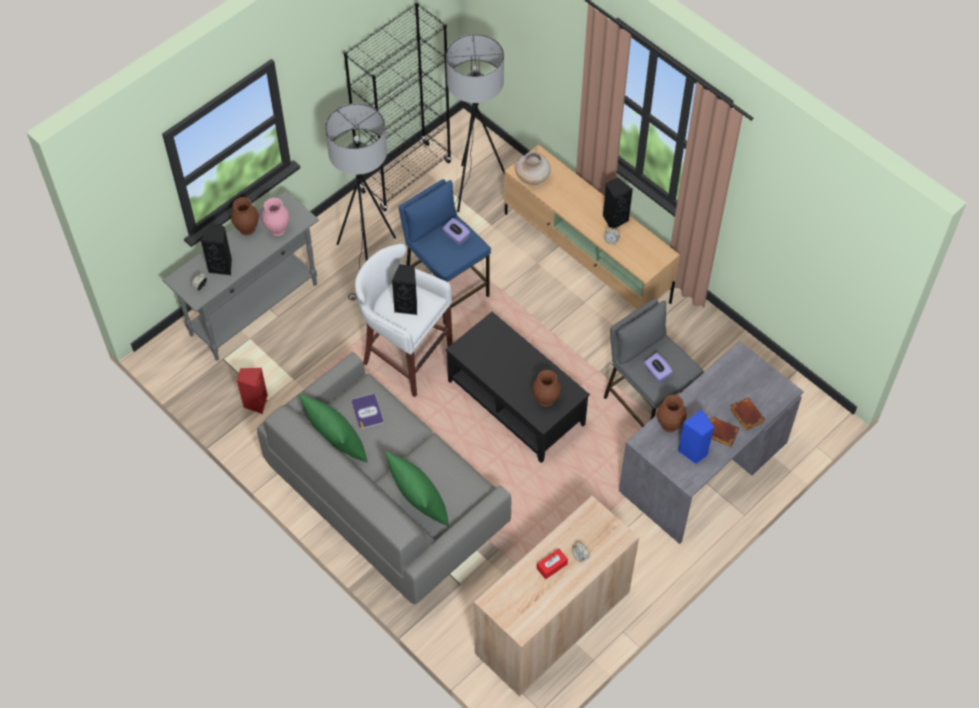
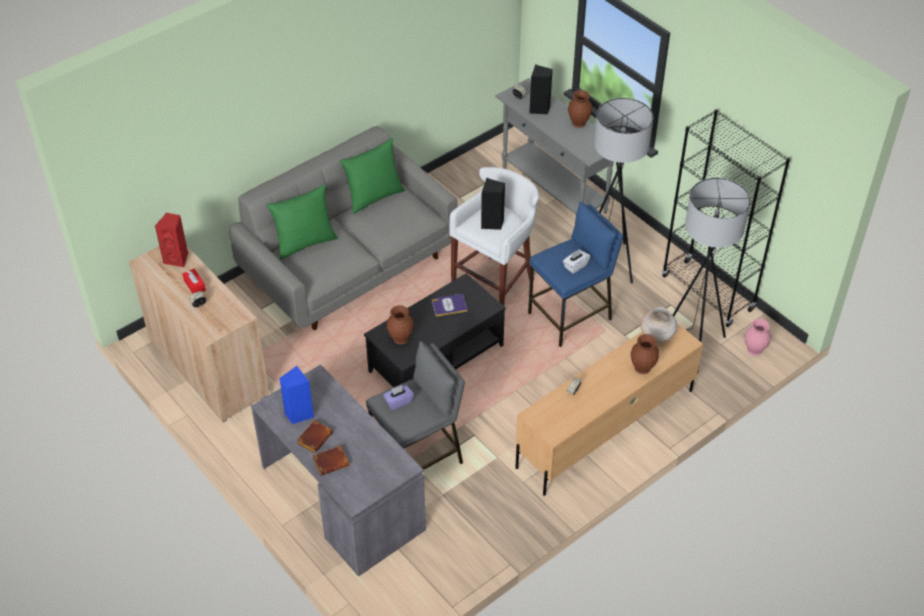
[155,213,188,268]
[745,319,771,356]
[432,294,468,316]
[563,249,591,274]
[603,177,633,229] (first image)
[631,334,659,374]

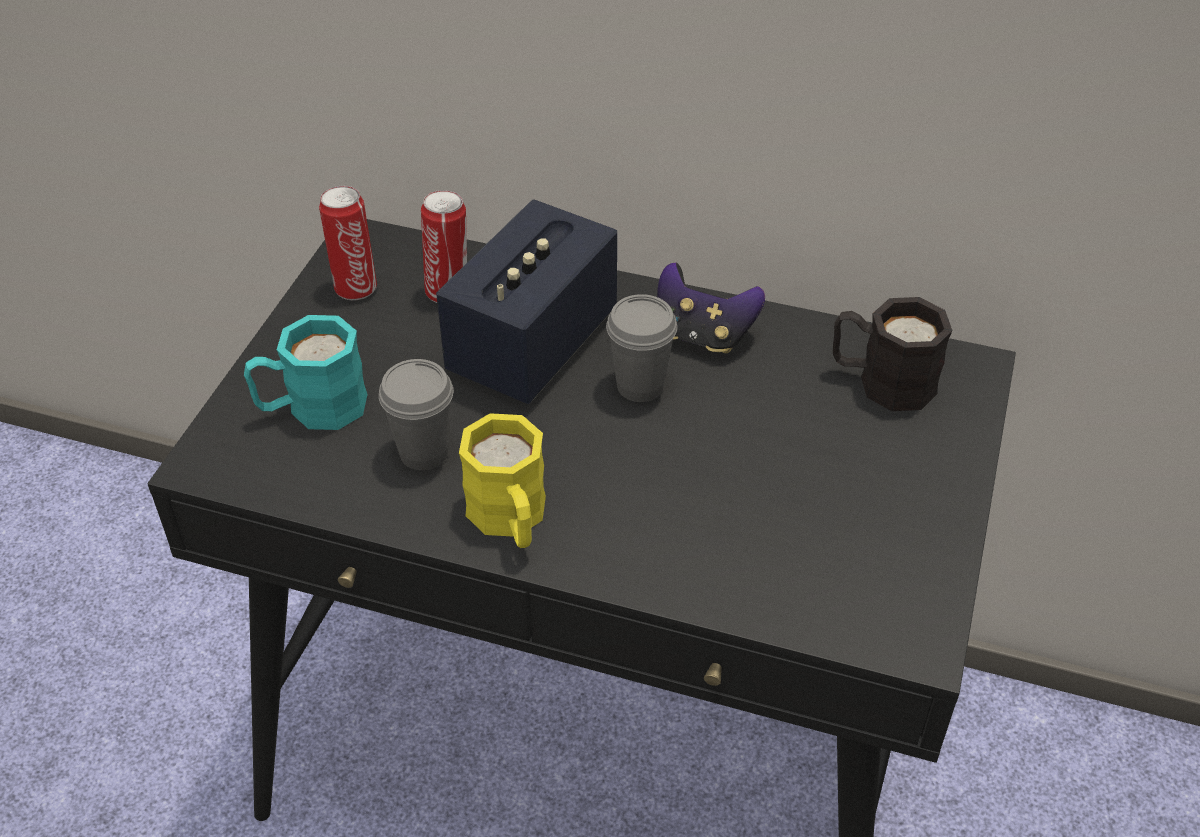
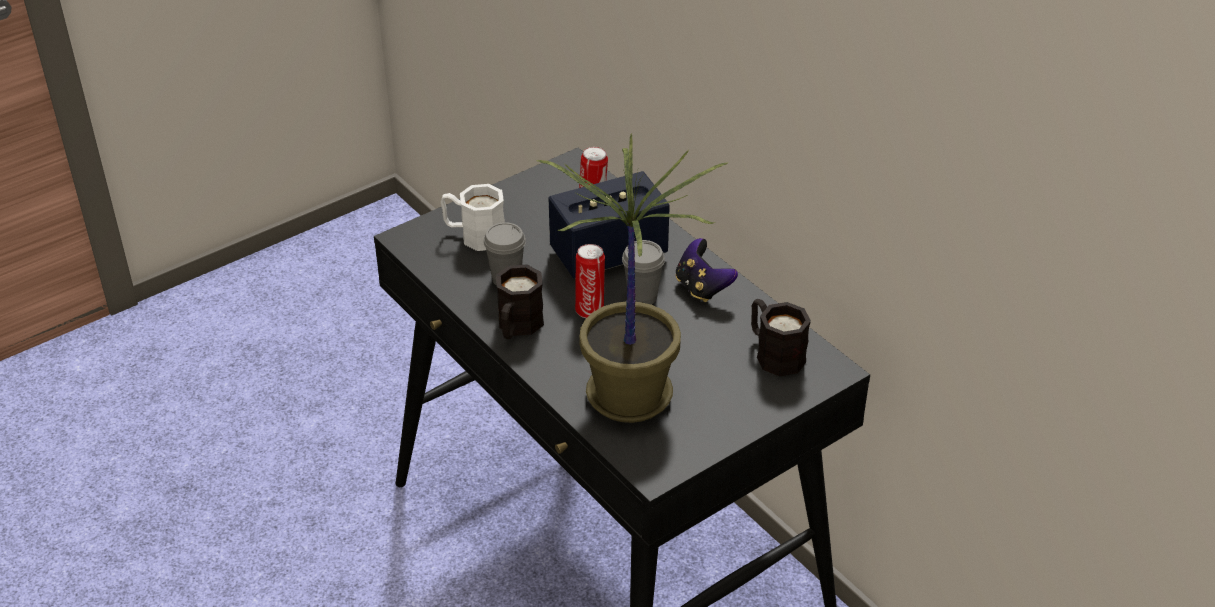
[441,184,505,251]
[575,244,605,318]
[496,265,544,339]
[537,134,729,423]

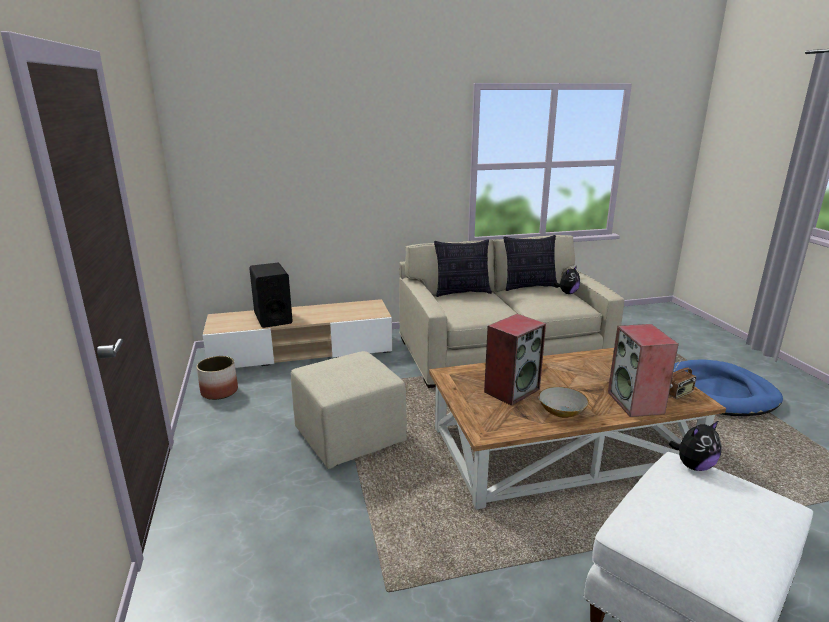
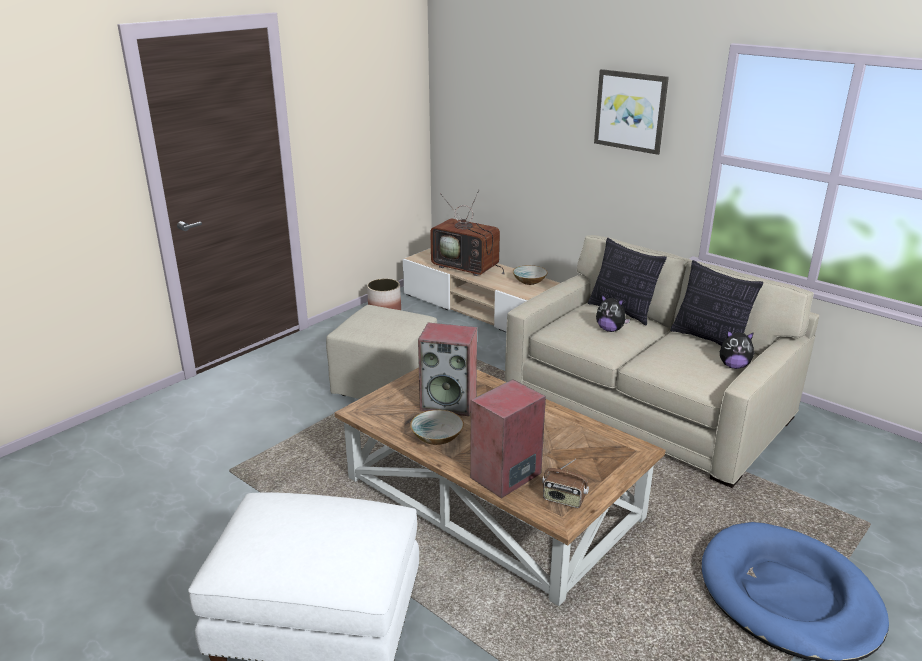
[430,191,505,276]
[596,295,630,332]
[513,265,548,285]
[594,69,669,155]

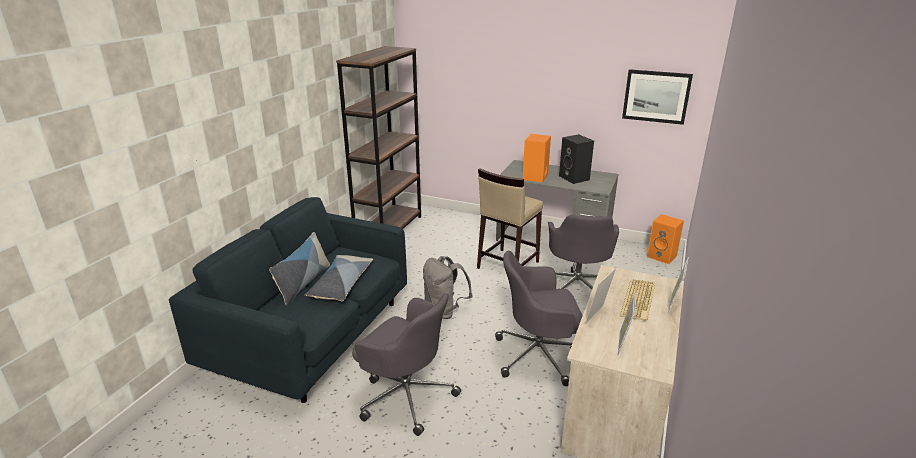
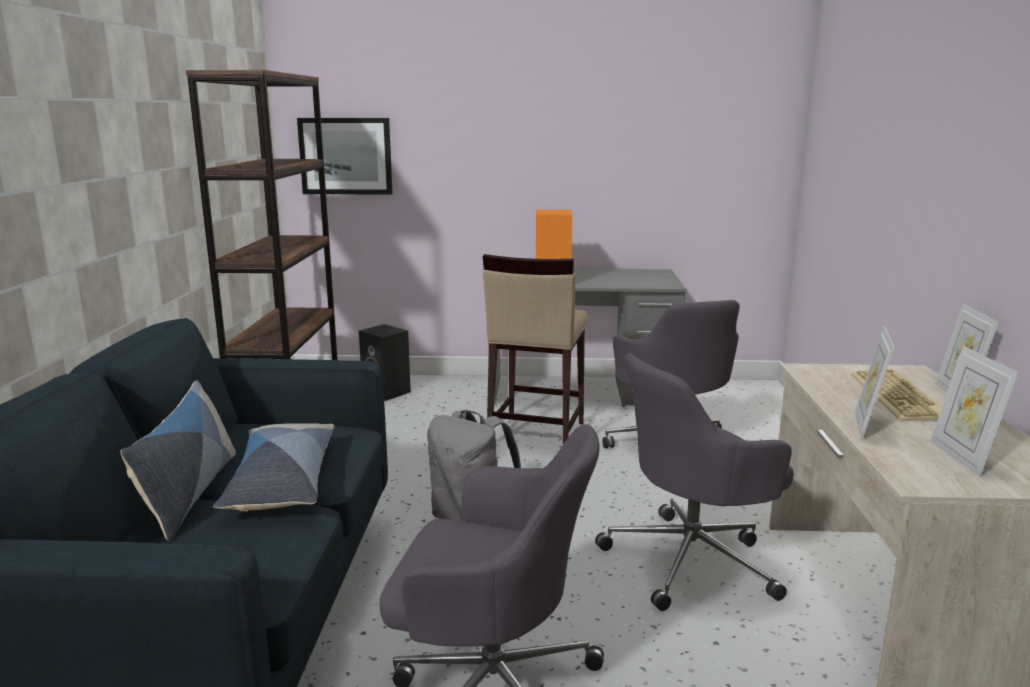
[359,324,411,401]
[297,118,393,195]
[647,214,684,264] (first image)

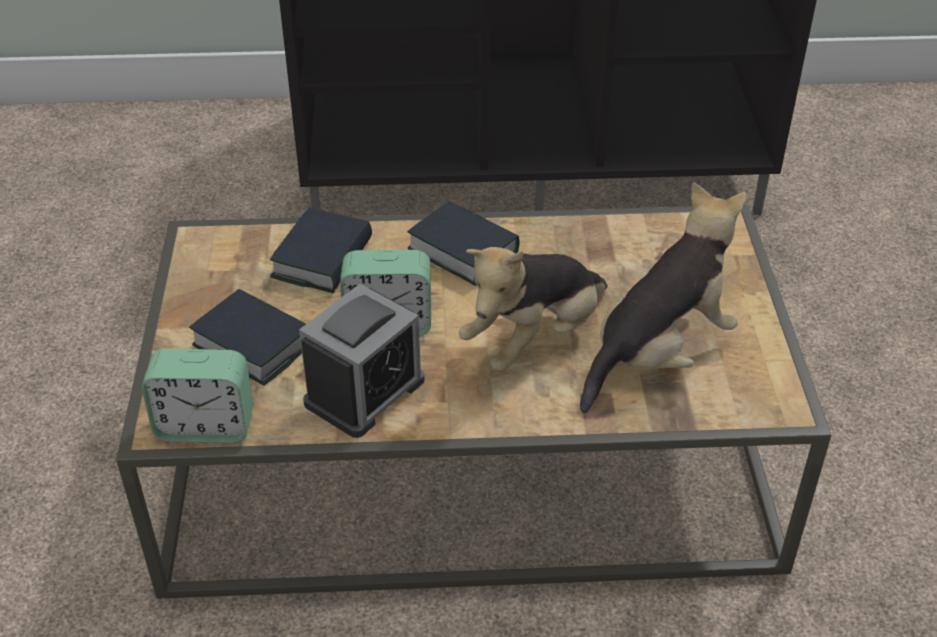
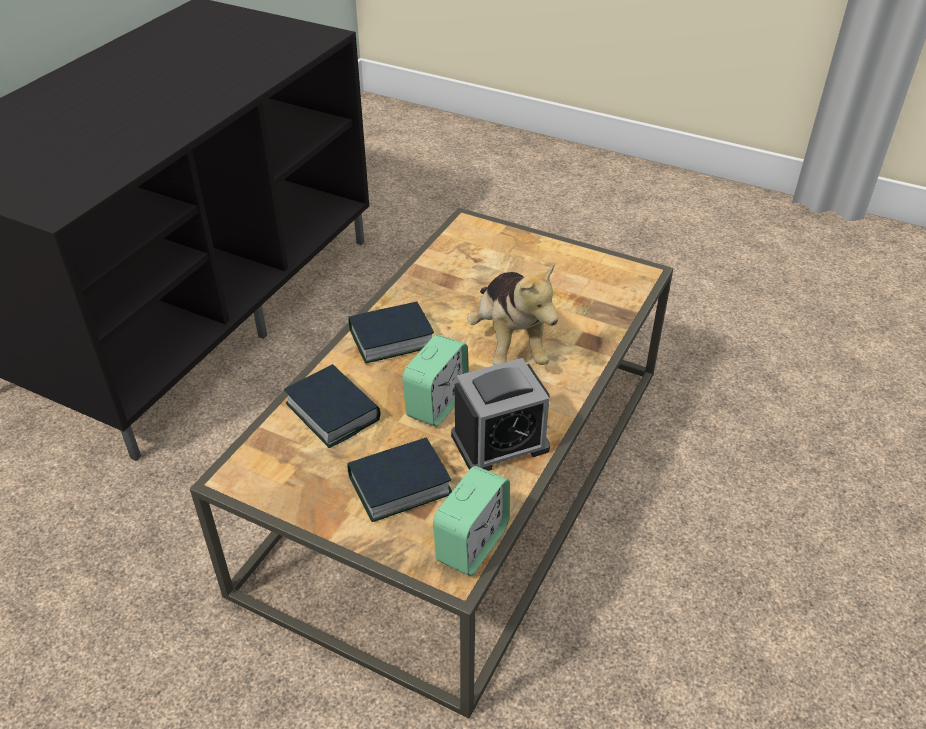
[451,358,550,471]
[580,182,746,413] (first image)

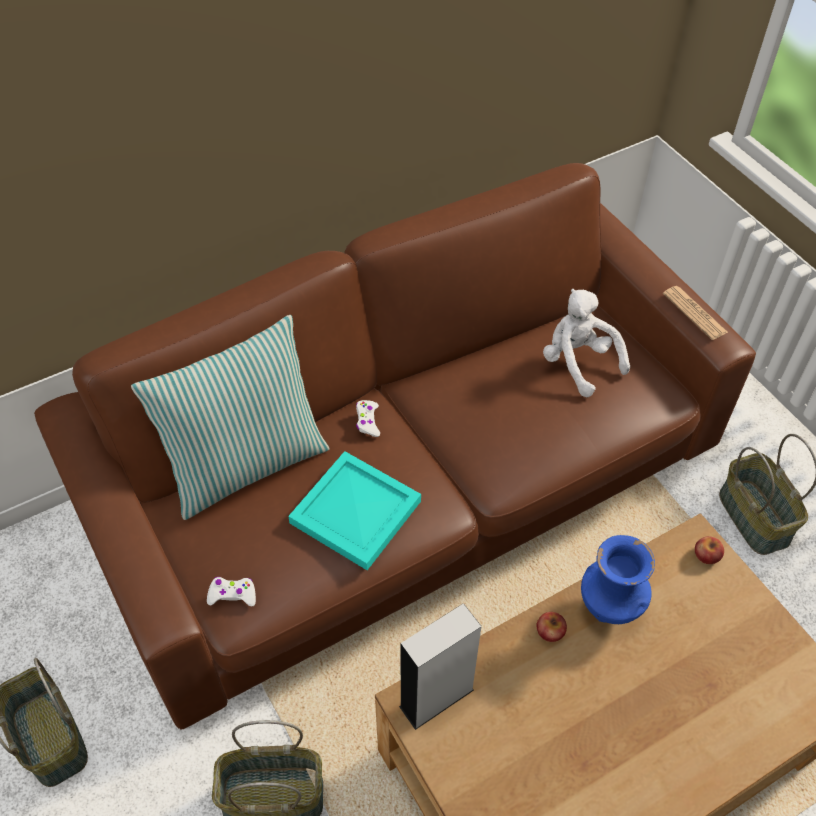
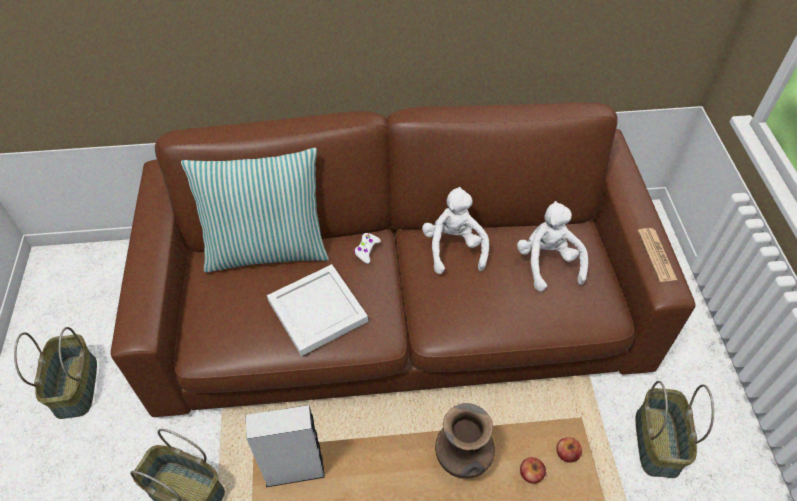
[207,577,256,606] (first image)
[267,264,368,356]
[520,457,546,484]
[435,403,495,479]
[422,187,489,274]

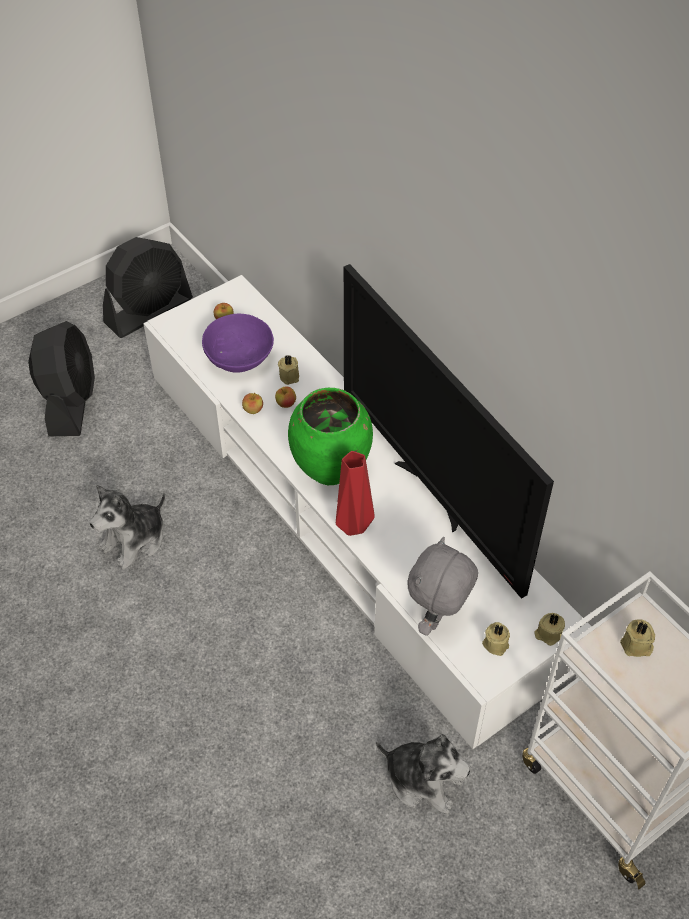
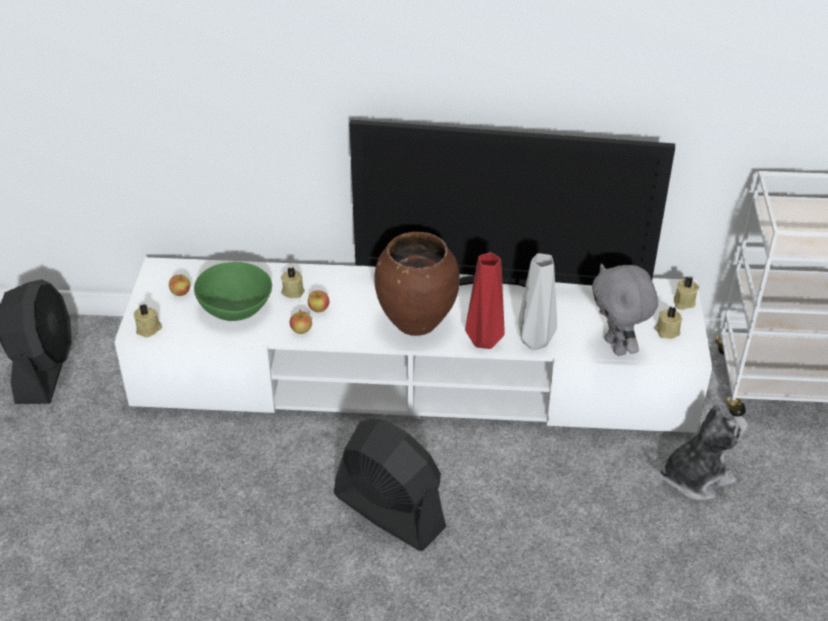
[334,419,446,551]
[89,485,165,570] (first image)
[194,262,272,321]
[374,232,460,336]
[134,304,162,338]
[518,253,557,350]

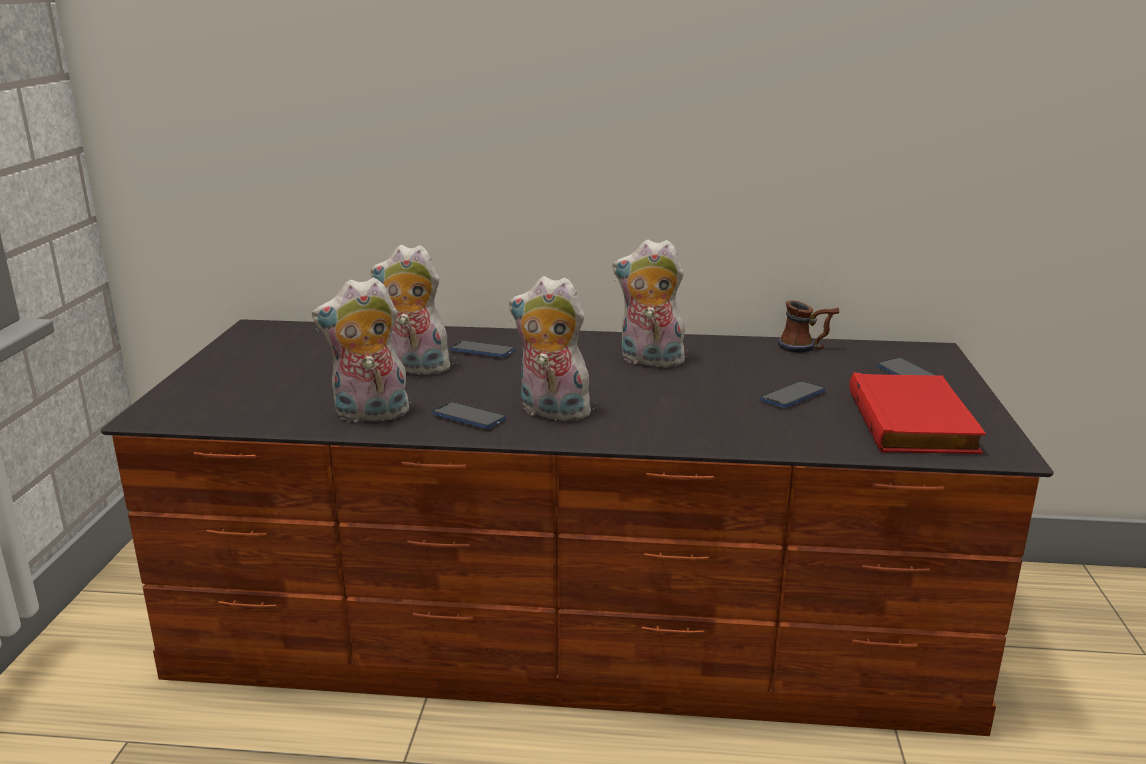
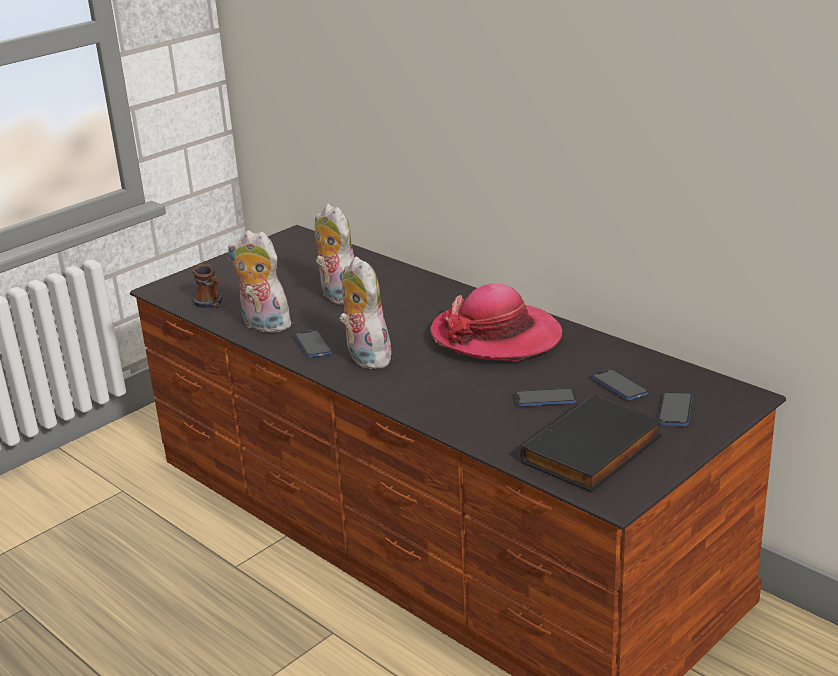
[592,369,648,400]
[430,284,563,361]
[192,264,222,308]
[520,394,663,493]

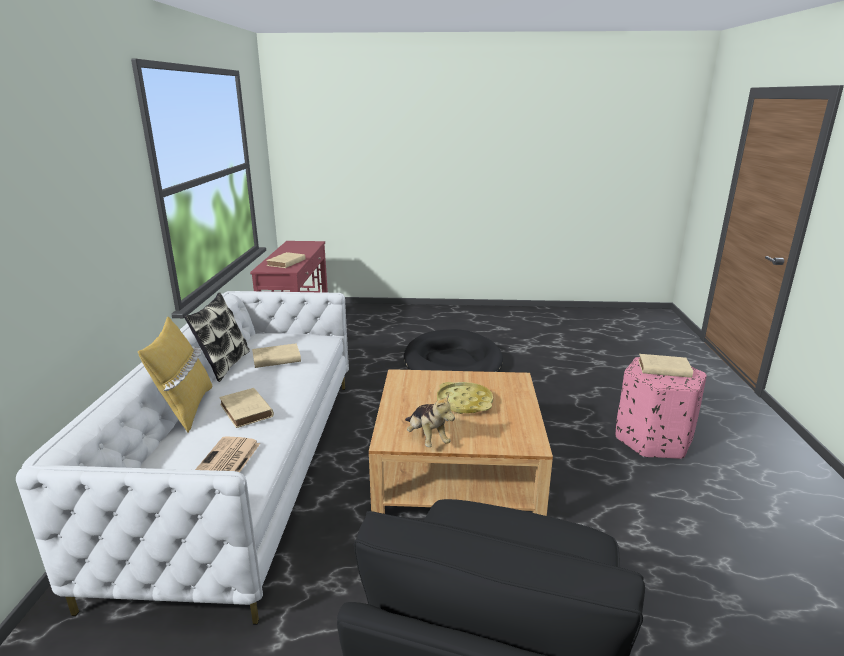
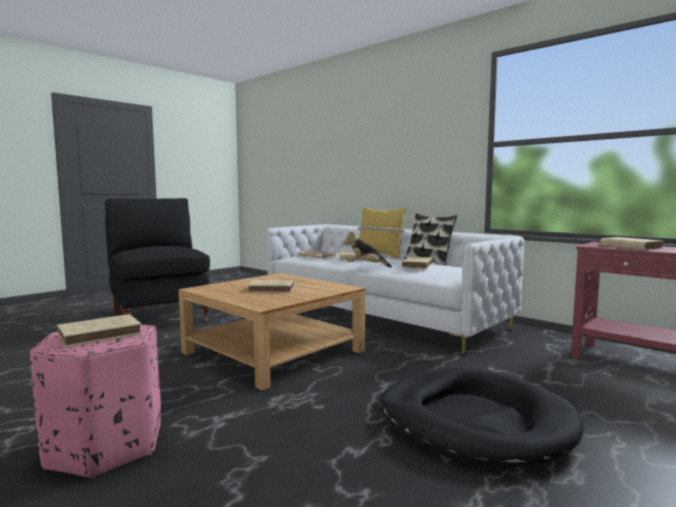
[343,231,392,267]
[248,280,294,293]

